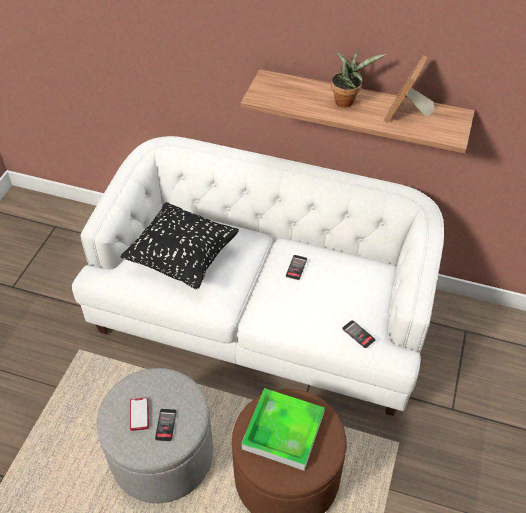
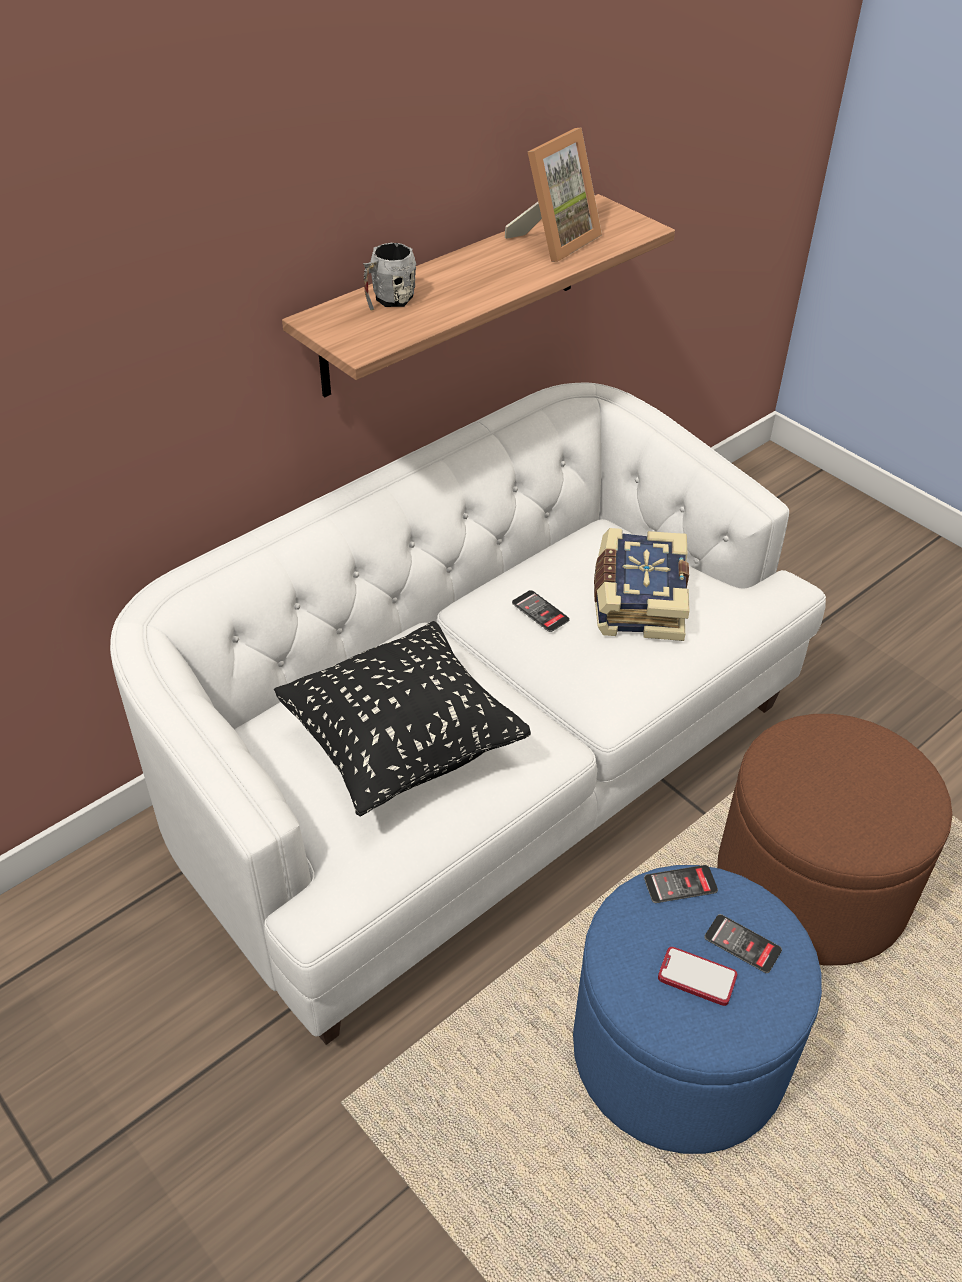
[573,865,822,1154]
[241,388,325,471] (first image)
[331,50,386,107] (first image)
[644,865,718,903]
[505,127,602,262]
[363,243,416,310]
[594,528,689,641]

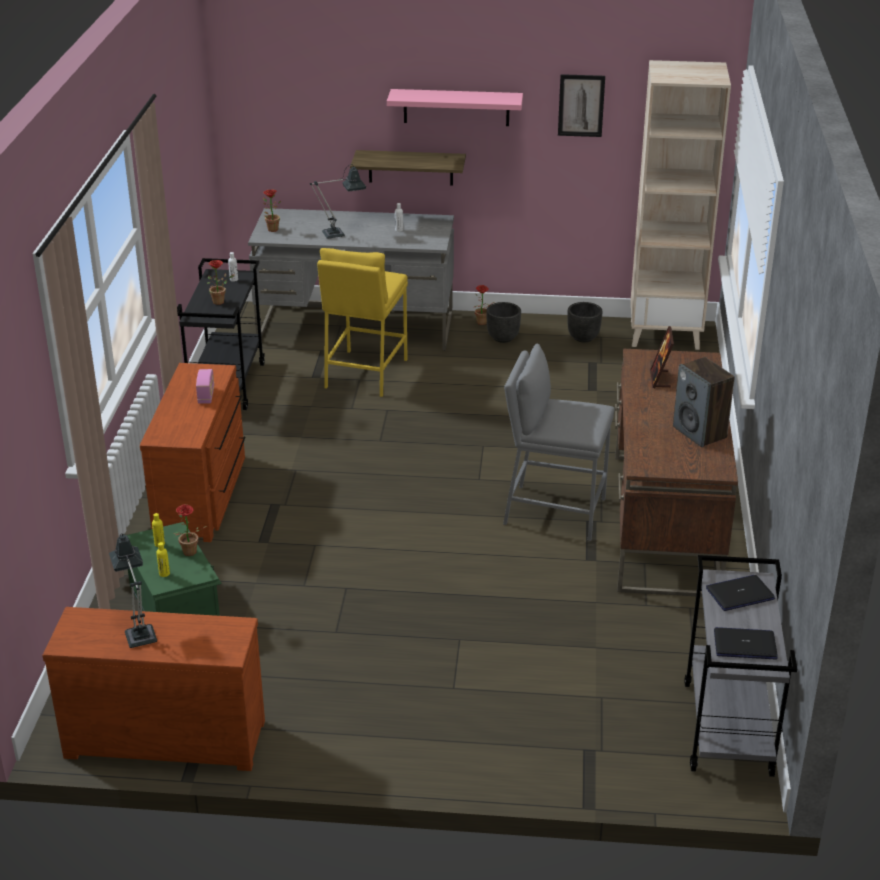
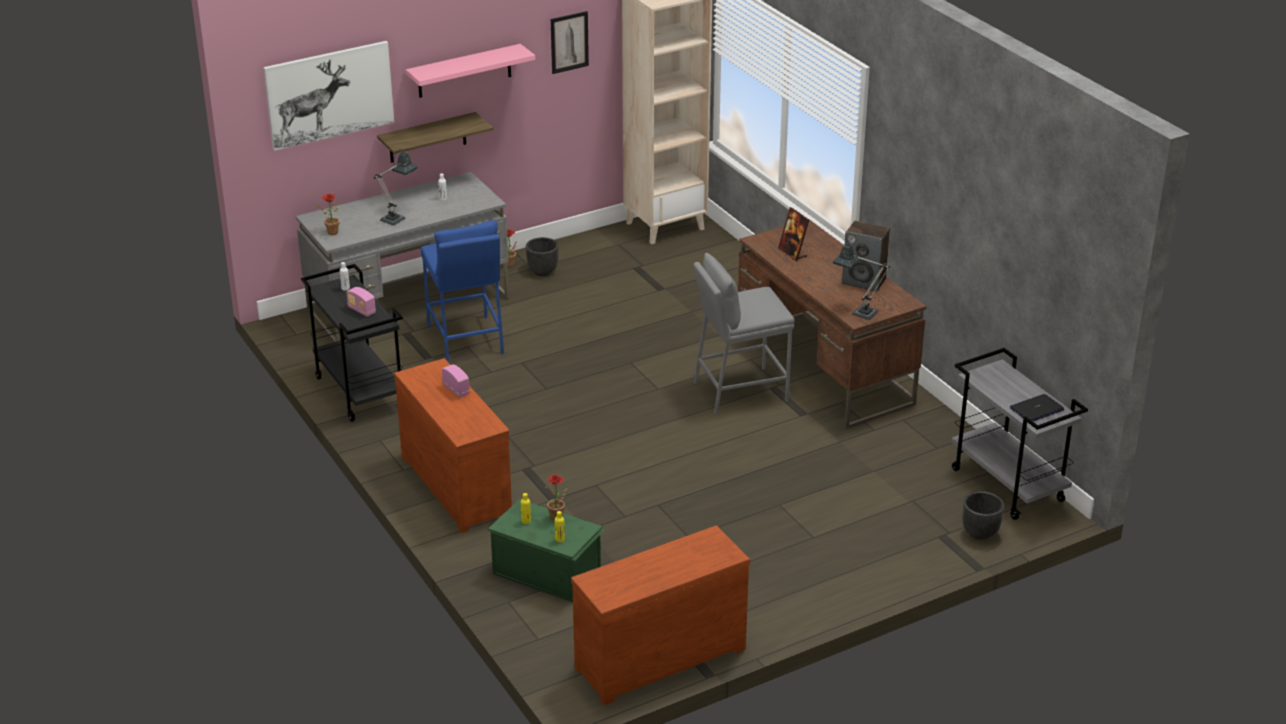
[833,241,890,320]
[346,287,376,317]
[421,221,504,363]
[962,491,1004,540]
[706,575,775,611] (first image)
[263,41,394,151]

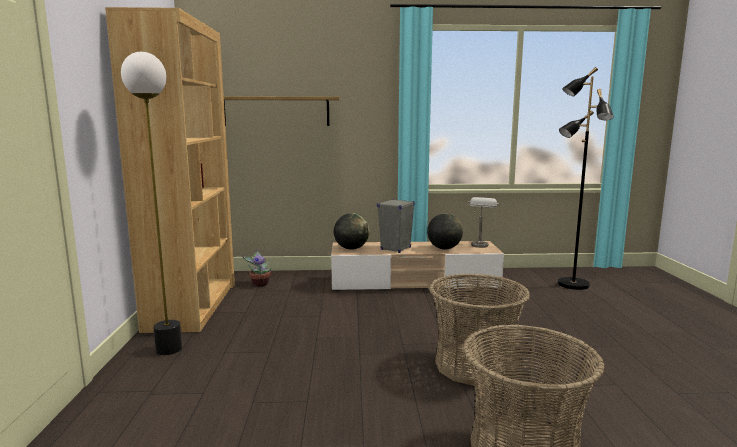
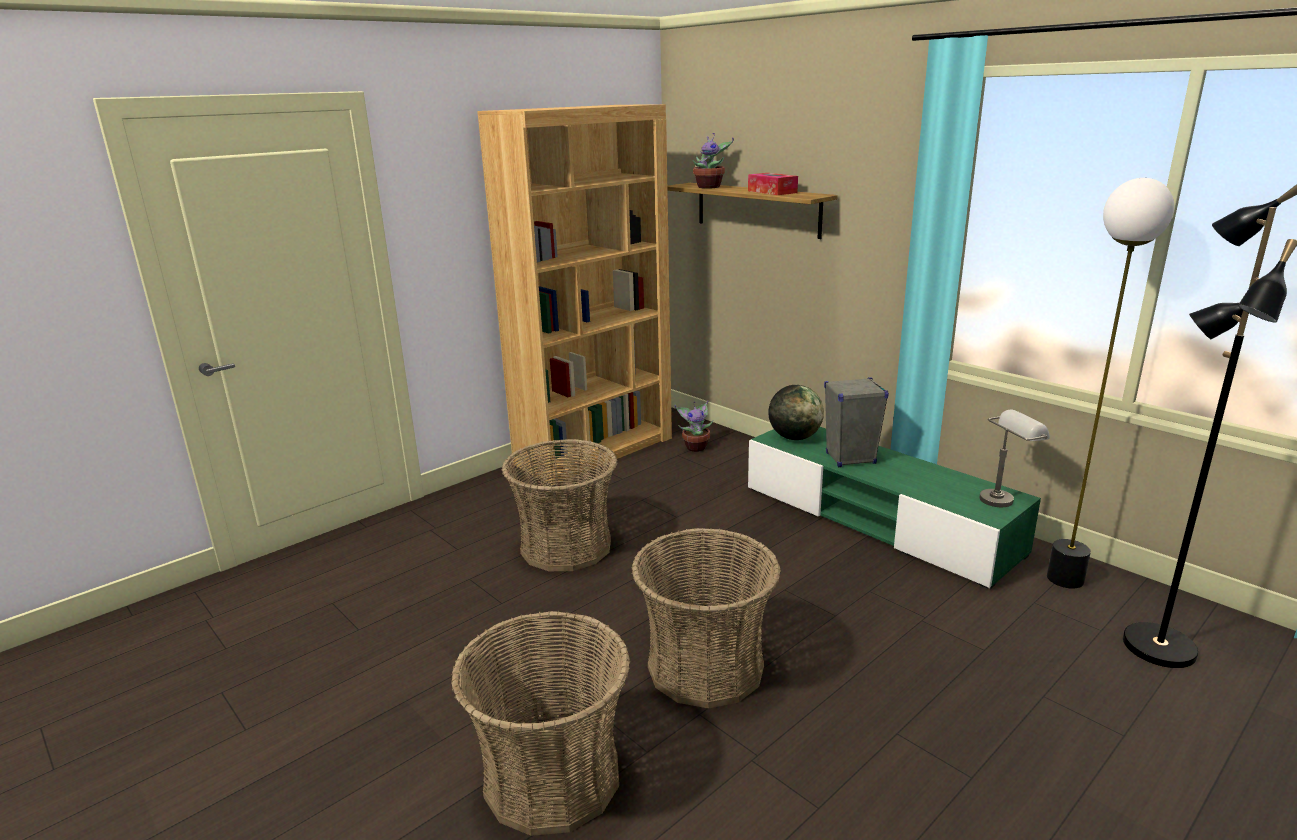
[1047,178,1174,589]
[748,427,1041,589]
[427,213,463,250] (first image)
[501,439,618,571]
[693,133,734,189]
[748,173,798,195]

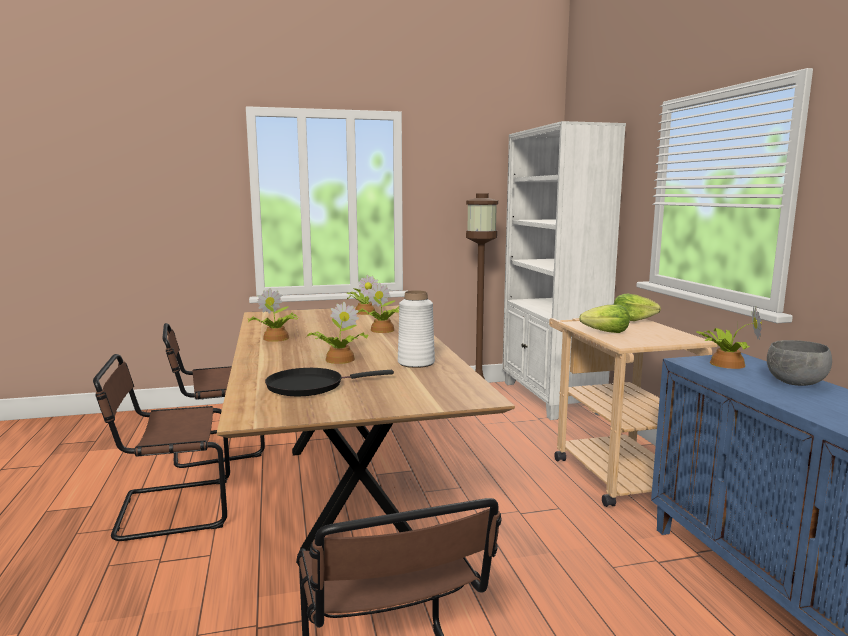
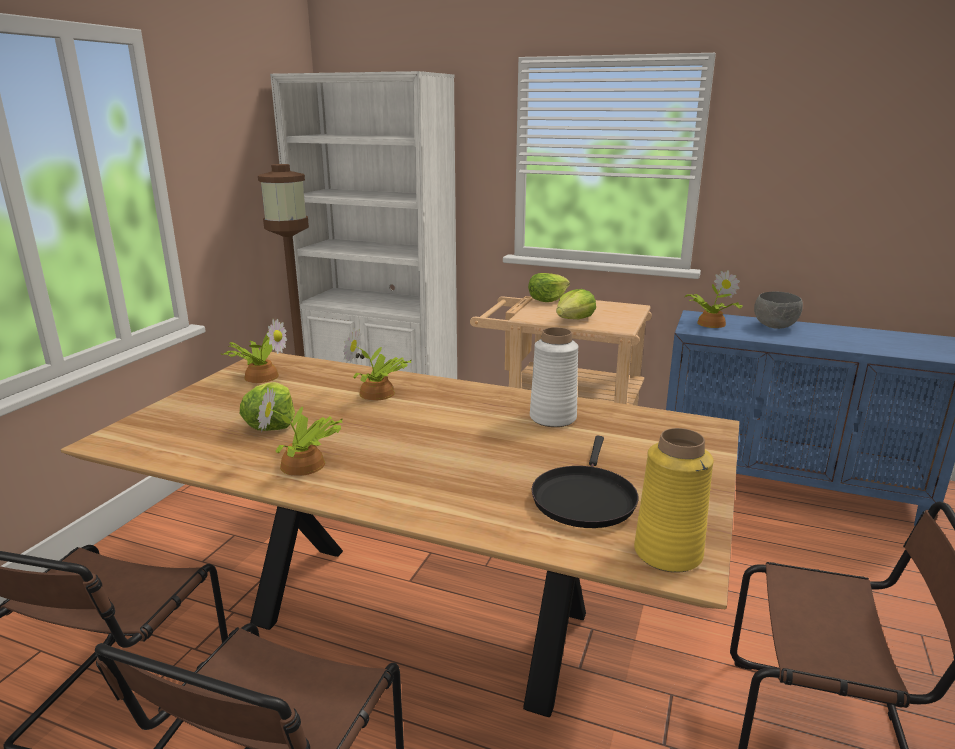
[306,302,368,364] (first image)
[240,382,295,431]
[634,428,714,573]

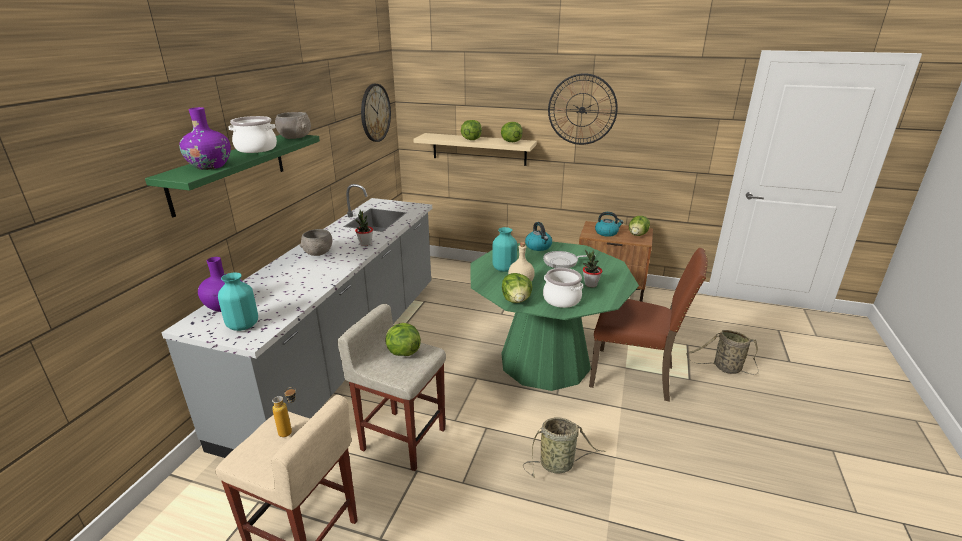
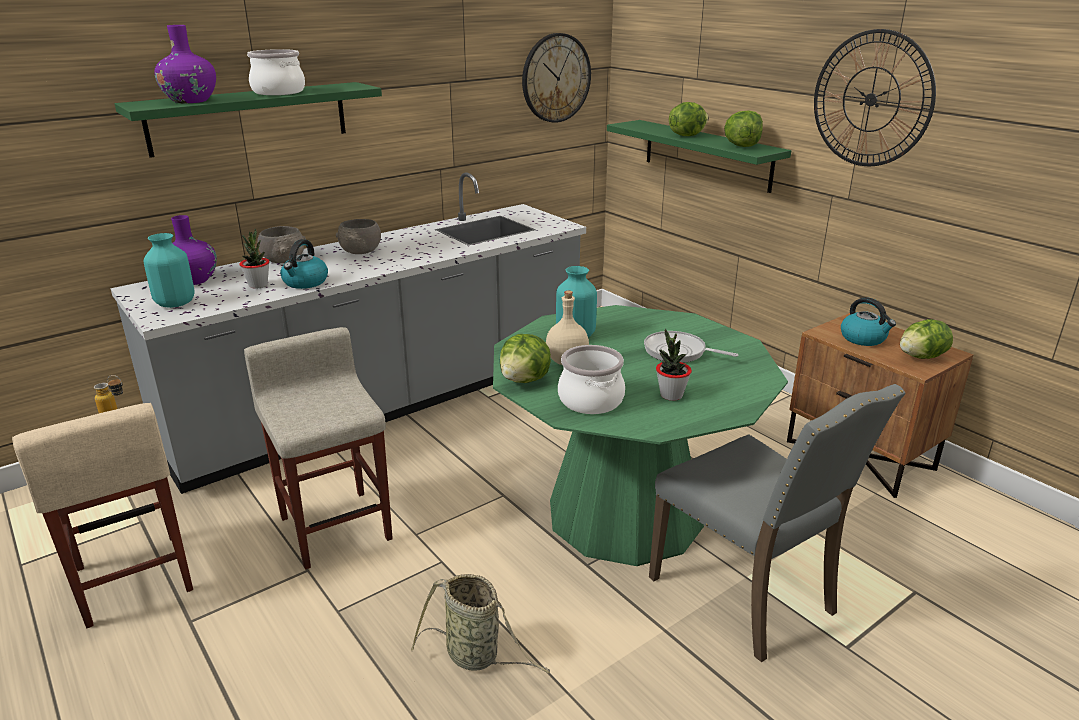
[258,226,306,263]
[239,229,270,289]
[385,323,421,356] (first image)
[607,120,791,193]
[280,239,328,289]
[649,384,906,662]
[686,330,759,375] (first image)

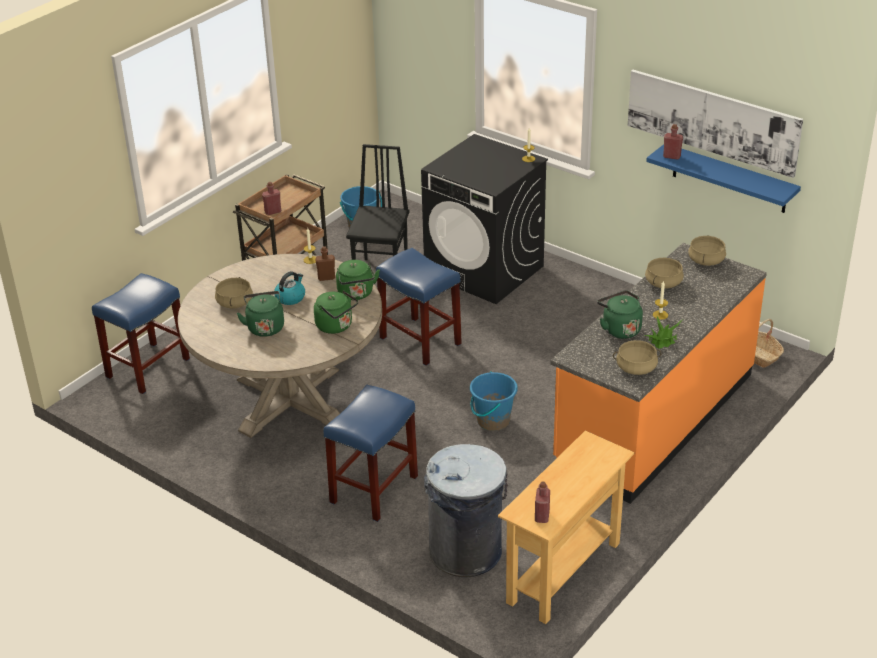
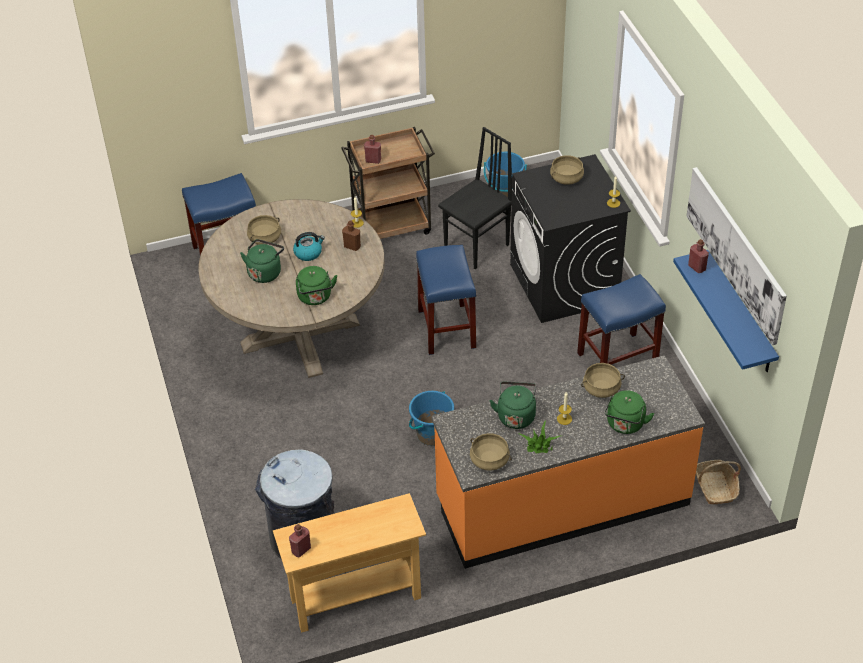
[577,274,666,365]
[605,390,654,434]
[550,155,584,185]

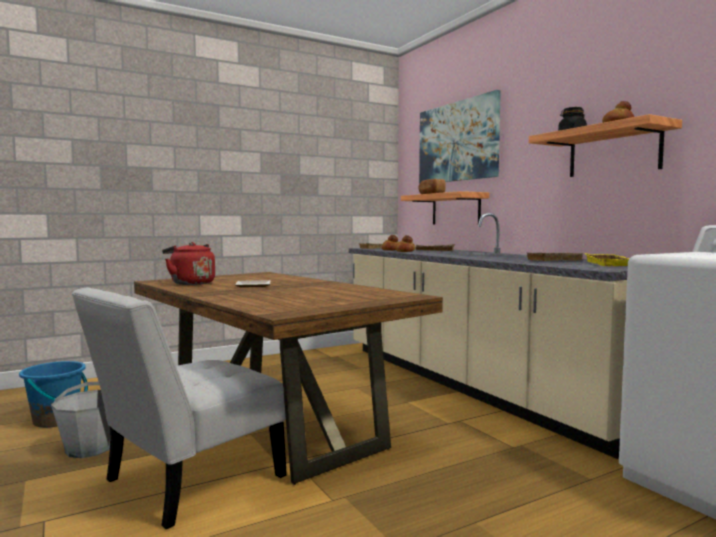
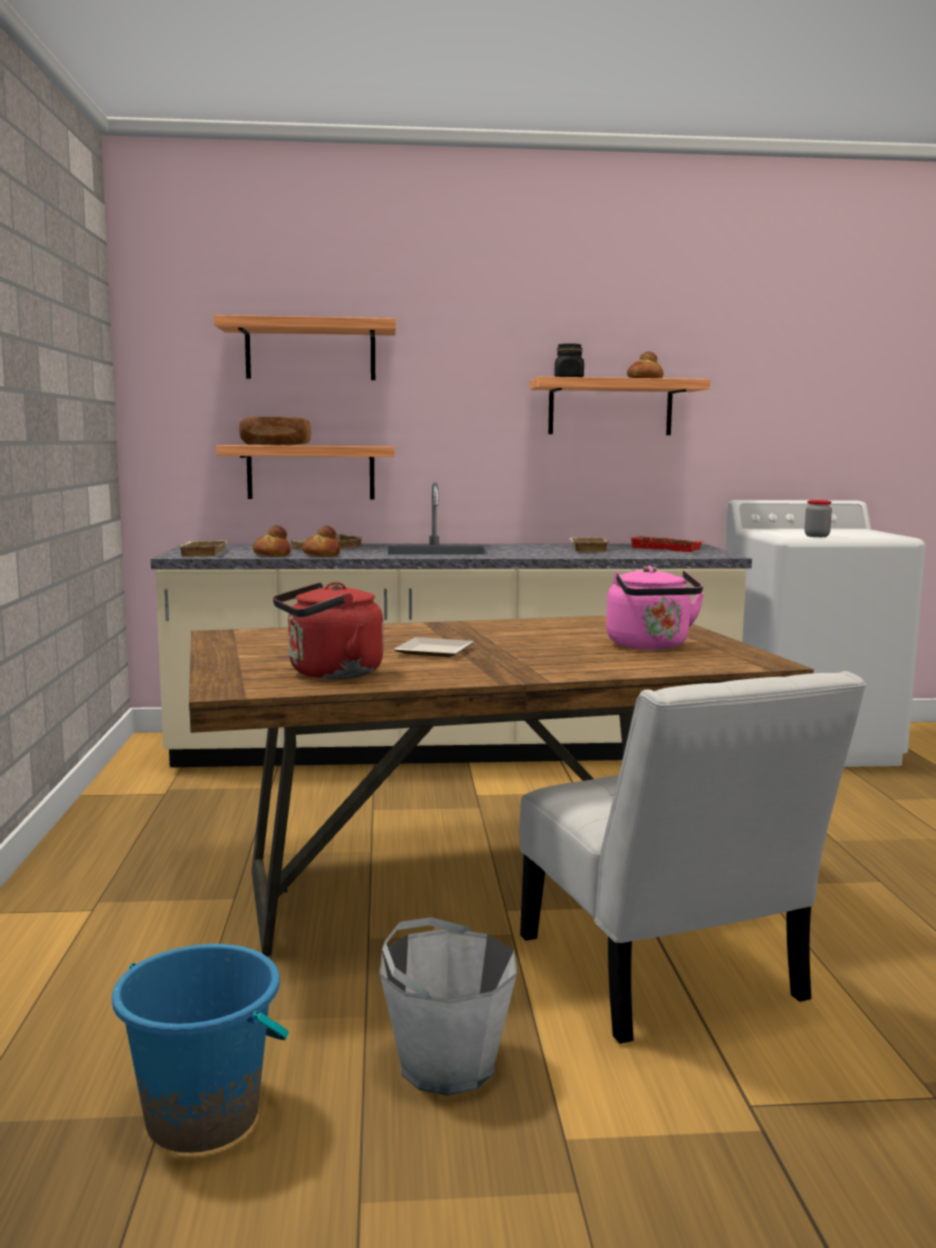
[214,315,396,380]
[629,536,702,552]
[606,566,704,650]
[805,500,832,537]

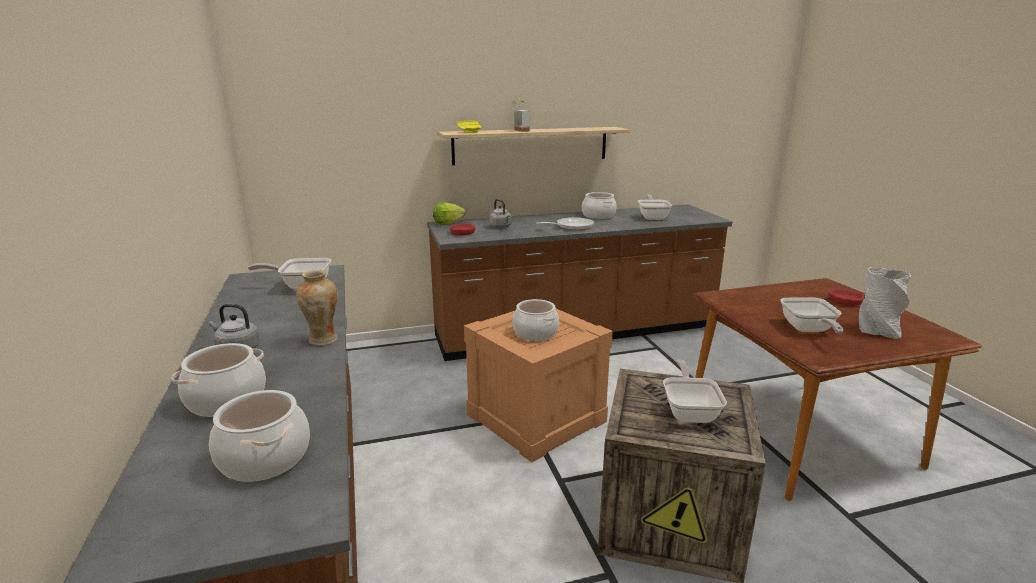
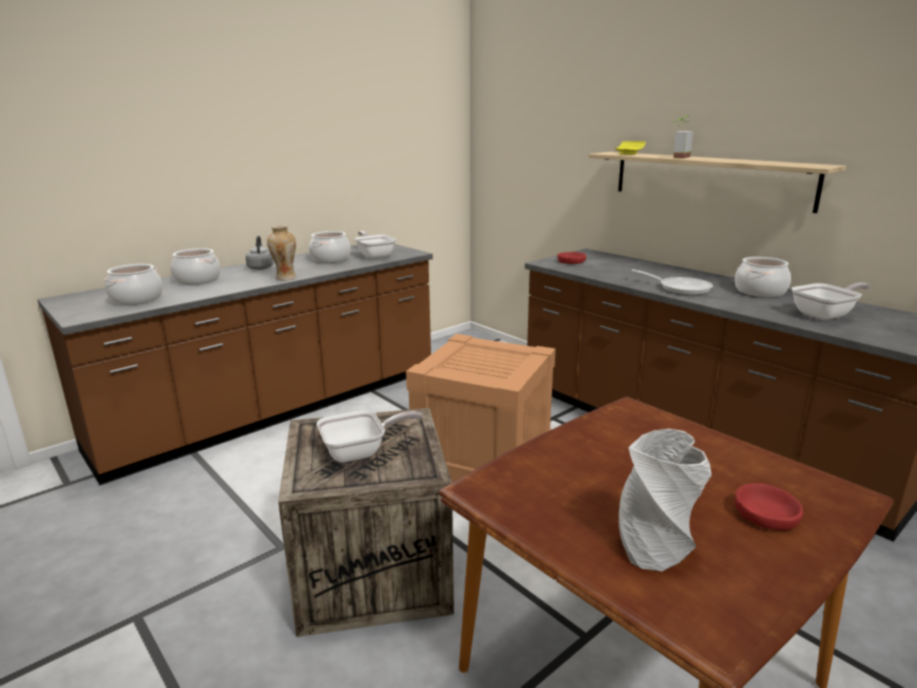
[433,202,465,224] (first image)
[489,199,512,228] (first image)
[309,231,351,263]
[781,297,843,334] (first image)

